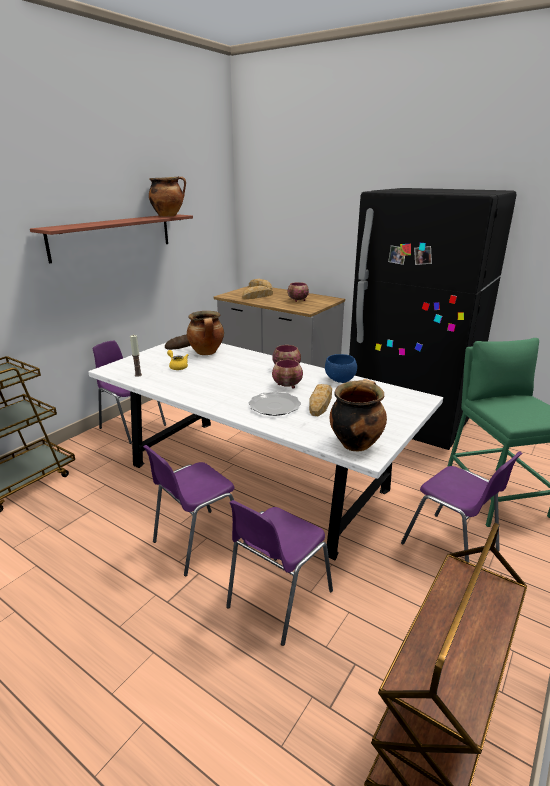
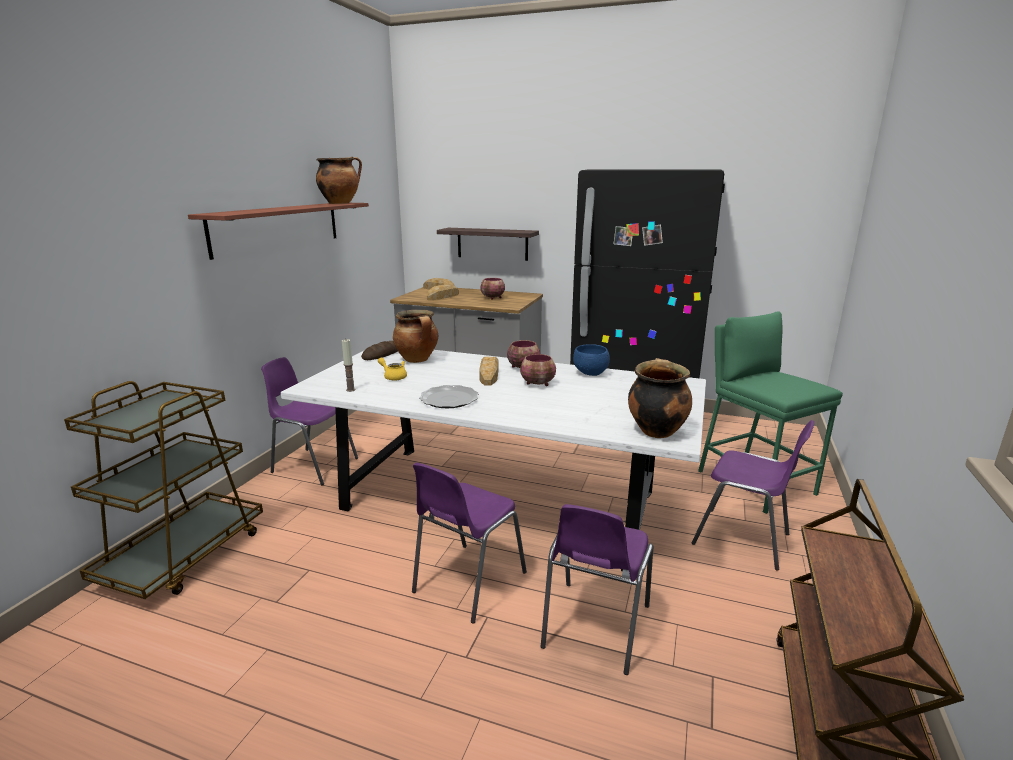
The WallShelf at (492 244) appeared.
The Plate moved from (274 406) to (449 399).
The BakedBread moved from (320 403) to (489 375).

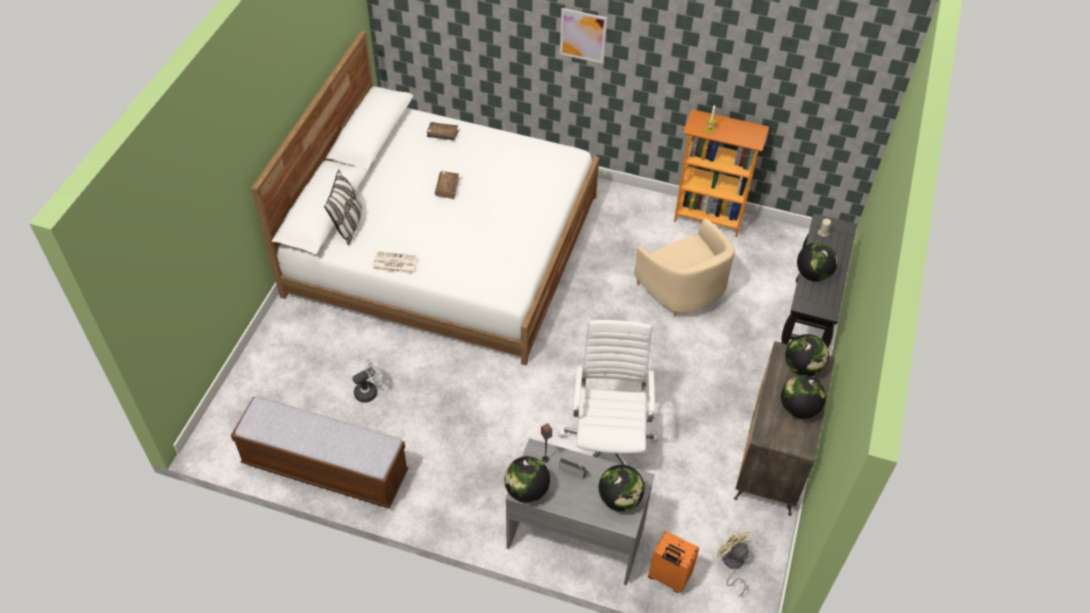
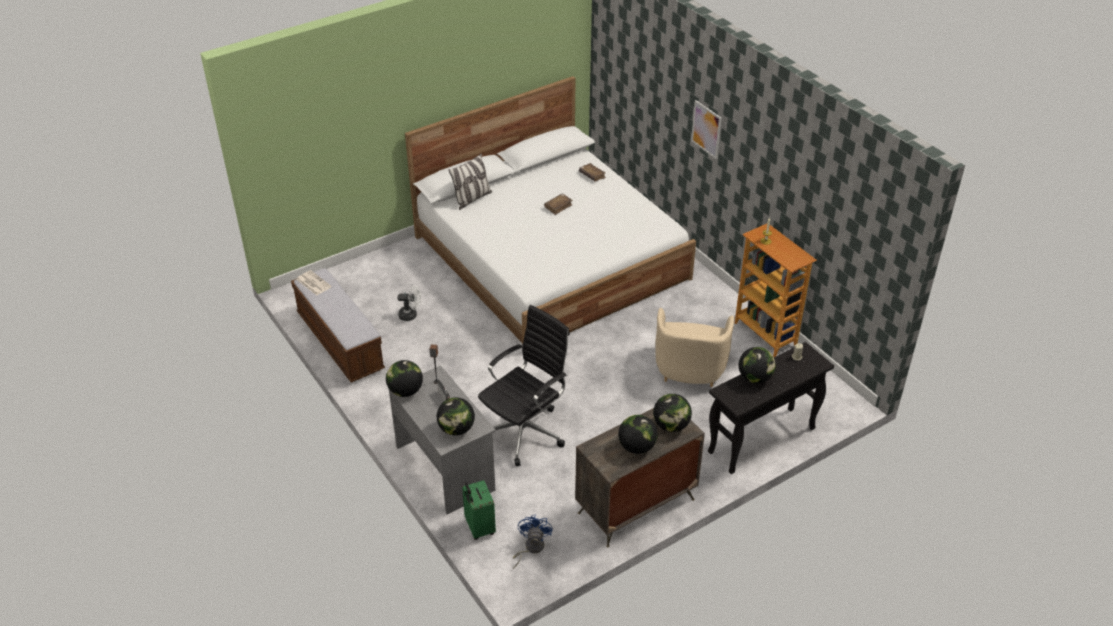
The Newspaper moved from (394 263) to (313 283).
The WhiteColouredOfficeChair at (608 447) became the BlackishOfficeChair at (525 431).
The OrangeColouredTravelCase at (668 577) became the GreenColouredTravelCase at (479 528).
The BeigeColouredElectricFan at (732 564) became the BluishElectricFan at (531 548).

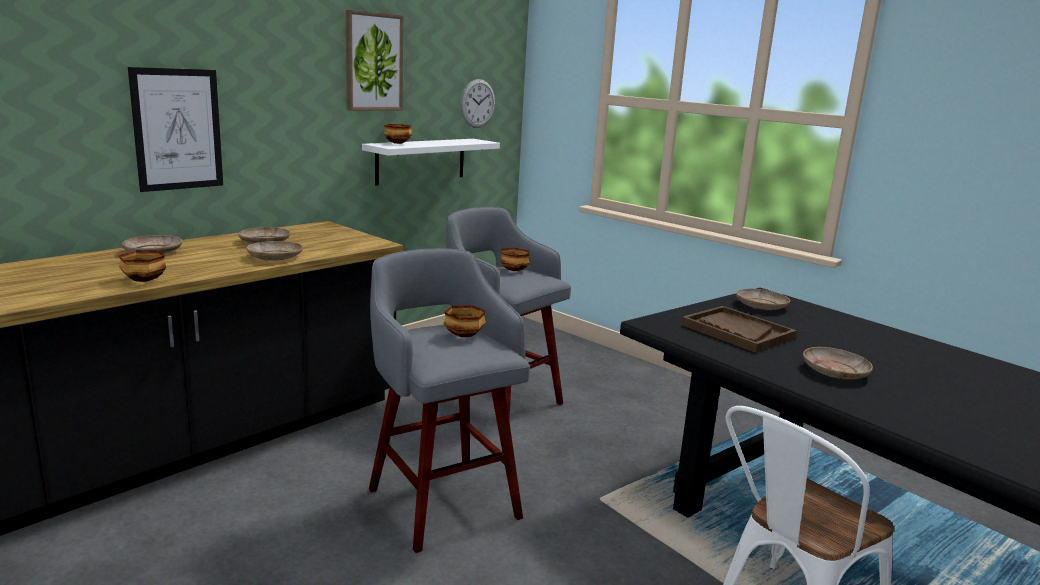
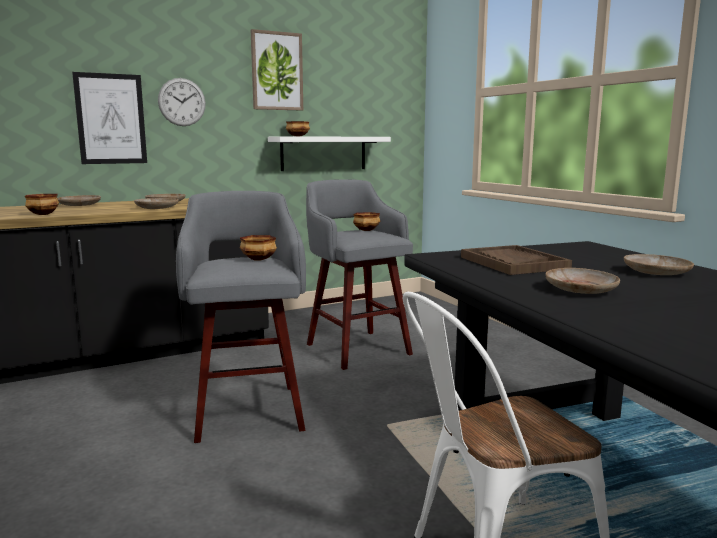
The HangingClock moved from (477 103) to (182 102).
The BeigeColouredPlate moved from (761 305) to (656 272).

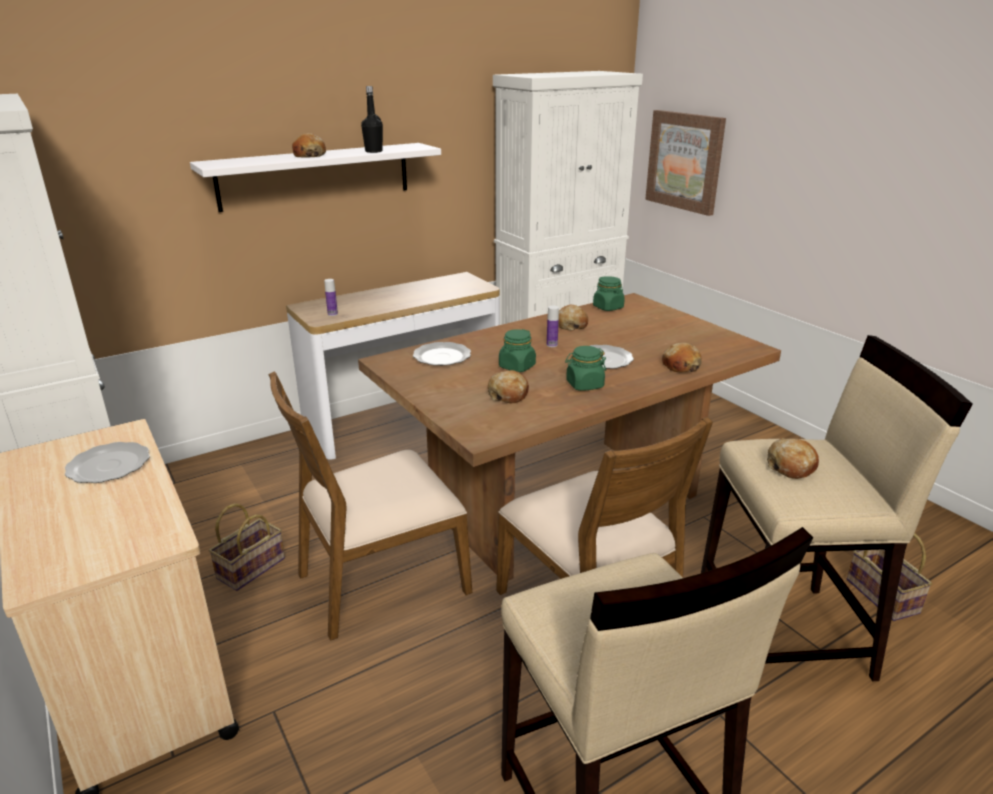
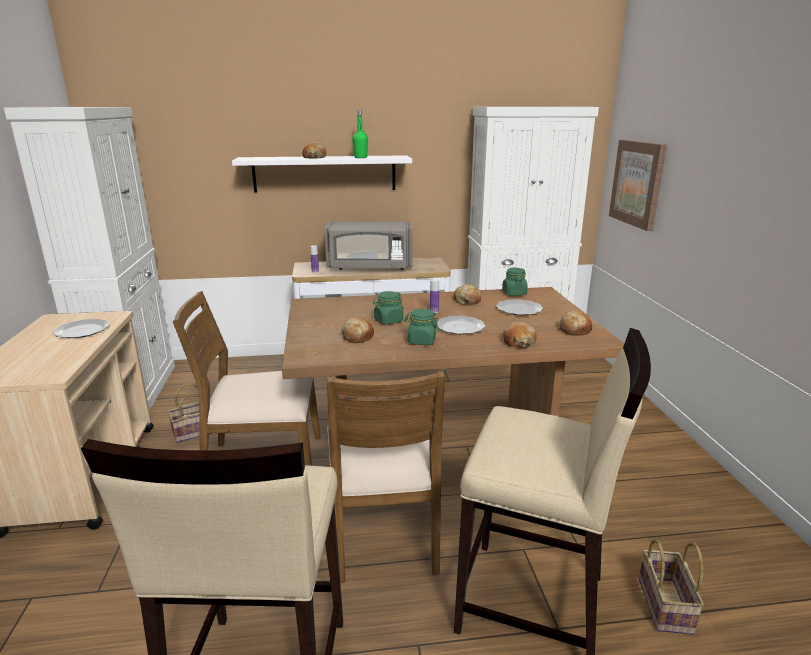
The GreyishMicrowave at (370 267) appeared.
The Plate moved from (441 357) to (518 309).
The BakedBread moved from (791 466) to (574 330).
The BlackishBottle at (373 151) became the GreenColouredBottle at (360 157).

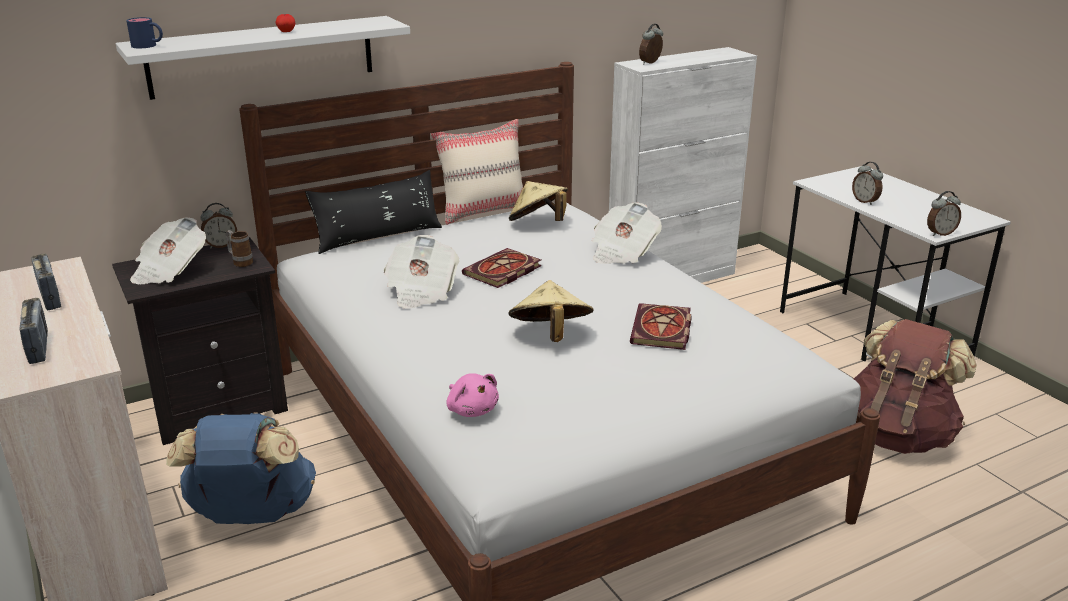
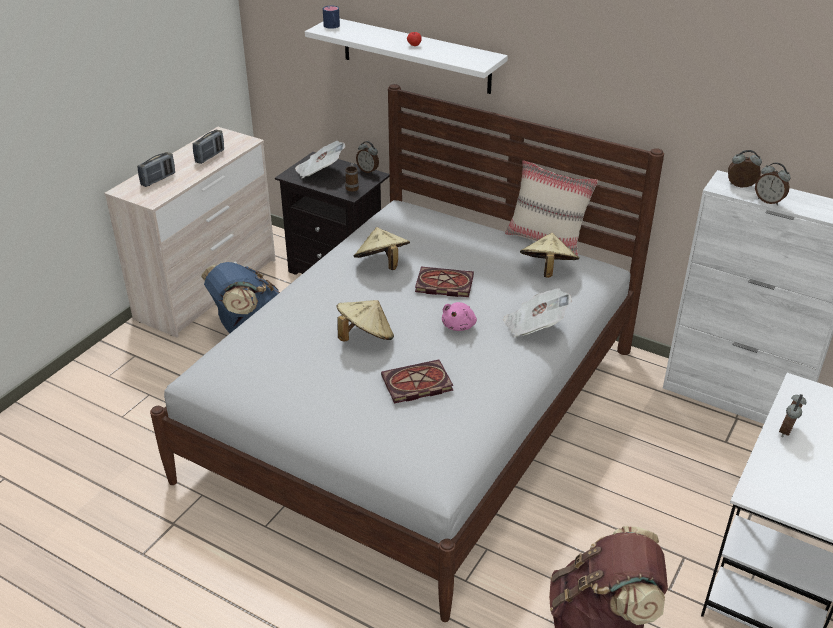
The BlackishThrowPillow at (378 237) disappeared.
The PinkColouredCuddlyToy moved from (472 409) to (459 325).
The AlarmClock moved from (940 233) to (768 201).
The Newspaper at (421 291) was replaced by the BeigeColouredHat at (382 264).

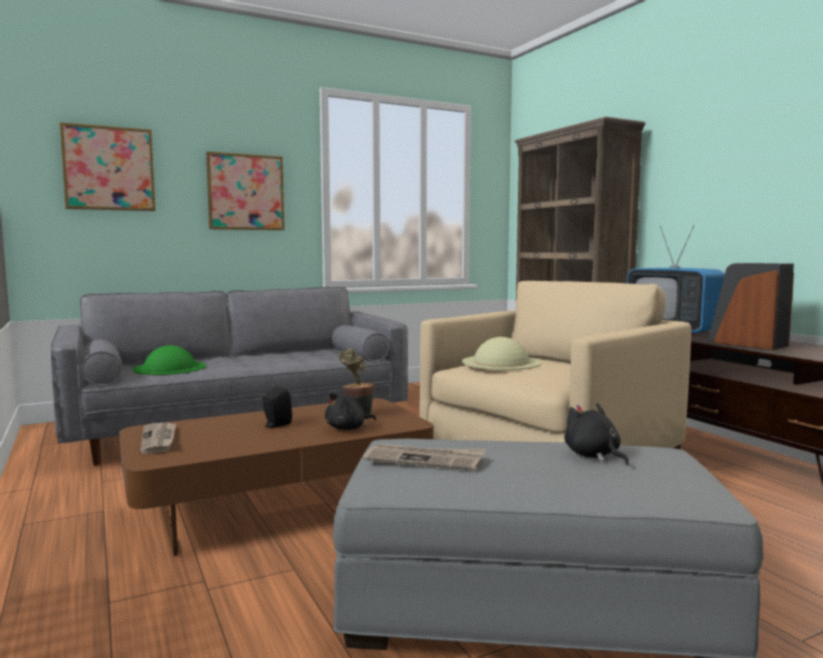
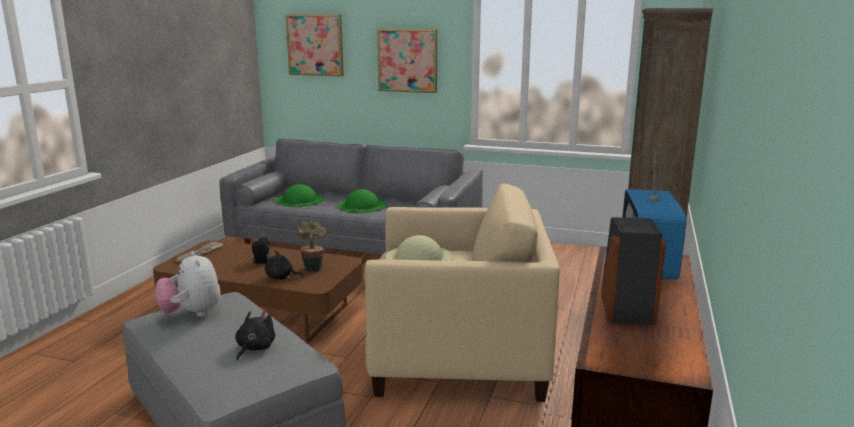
The GreenColouredHat at (362 205) appeared.
The Newspaper at (425 460) was replaced by the CuddlyToy at (192 314).

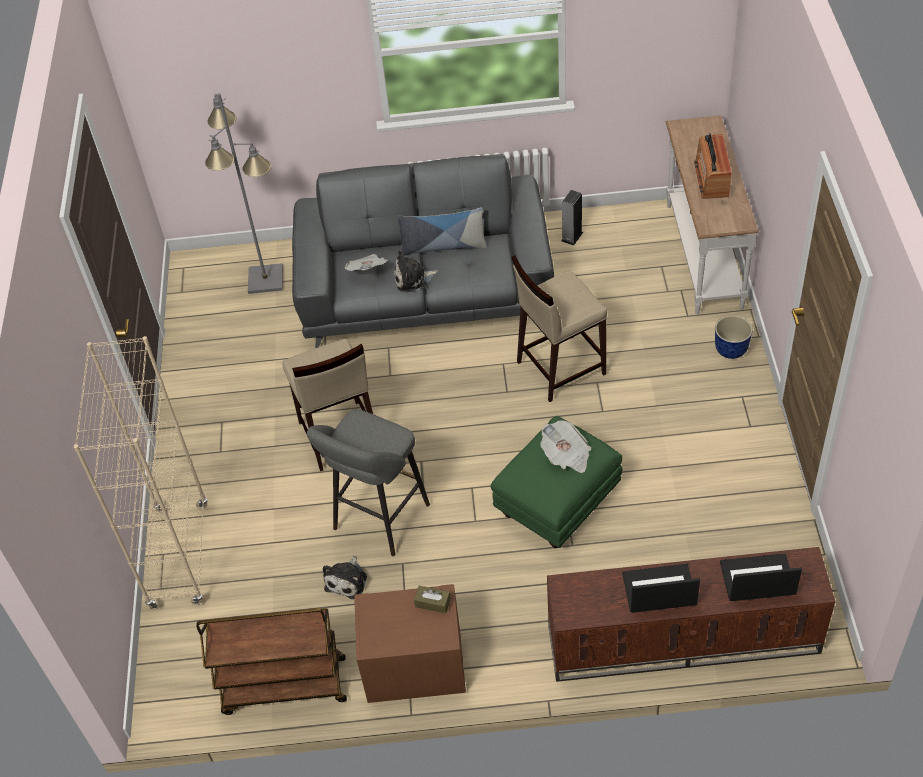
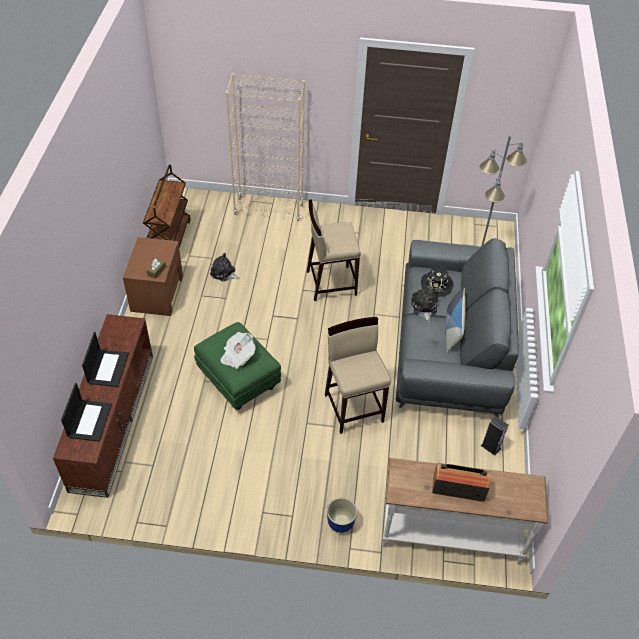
The GreyishStool at (378 521) disappeared.
The Newspaper at (367 271) was replaced by the BlackishHat at (437 284).

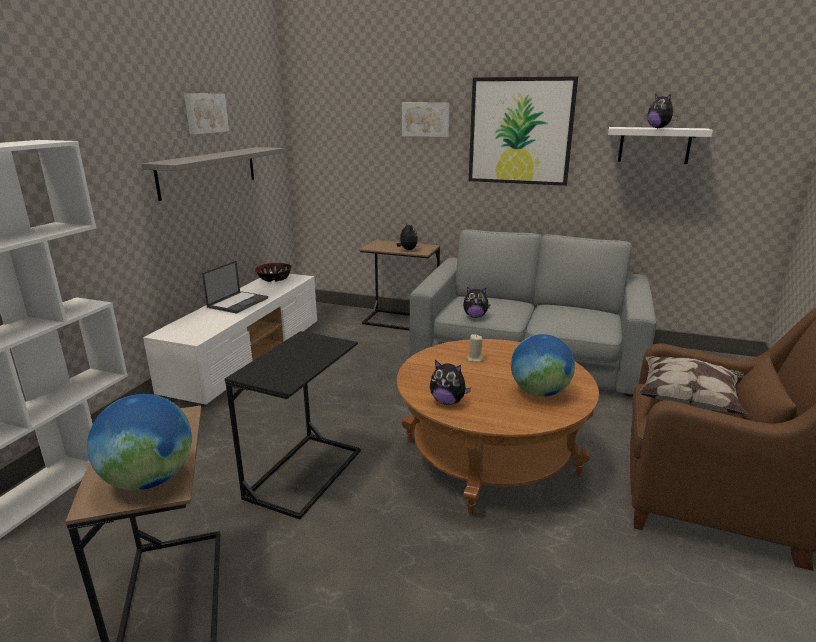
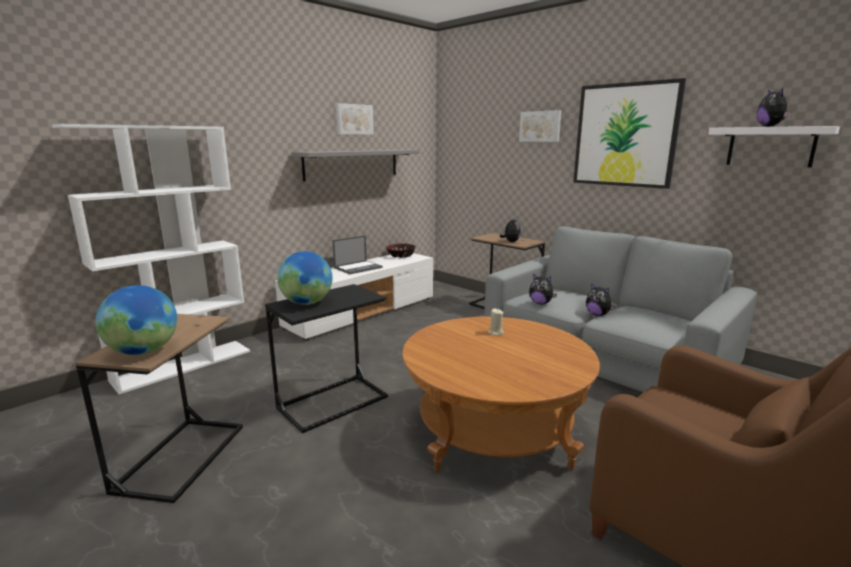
The ThrowPillow at (688 401) disappeared.
The CuddlyToy moved from (448 401) to (598 314).
The DeskGlobe moved from (539 392) to (307 303).

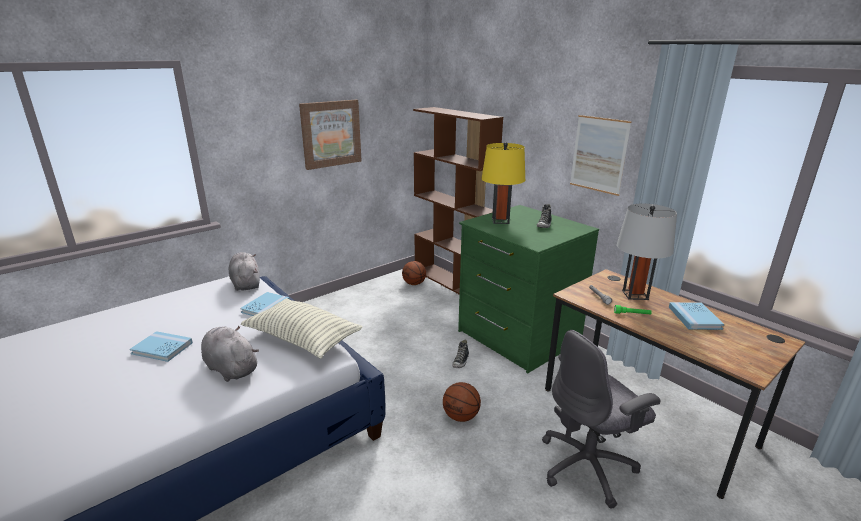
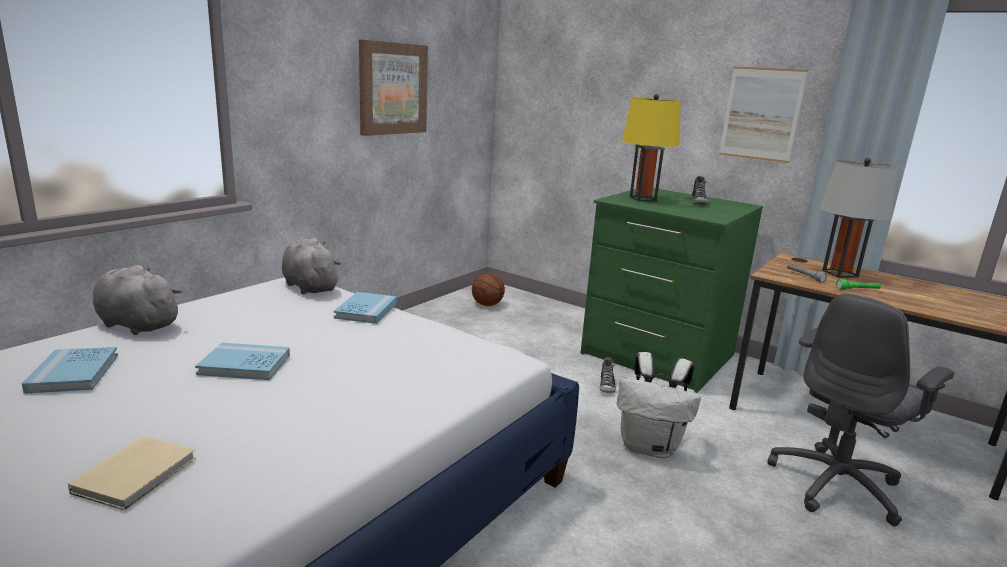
The ThrowPillow at (303 339) disappeared.
The BrownColouredShelvingUnit at (452 282) disappeared.
The BeigeColouredBoundBook at (139 474) appeared.
The GreyishCuddlyToy moved from (230 368) to (136 324).
The BluishBoundBook moved from (694 318) to (74 373).
The Basketball at (461 416) was replaced by the WhiteColouredRucksack at (650 447).

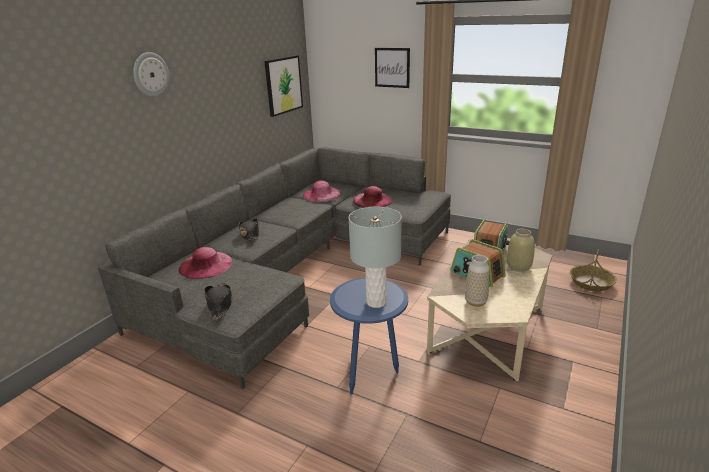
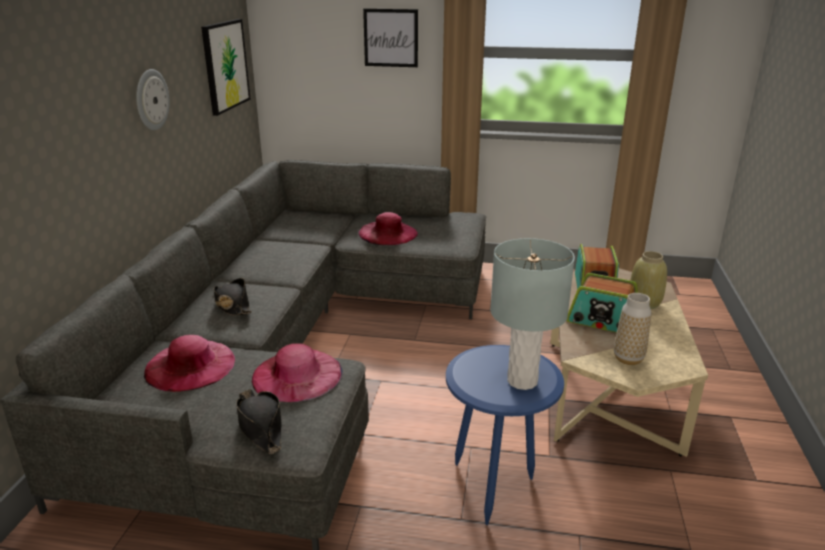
The HouseholdBasket at (591 283) disappeared.
The HangingClock moved from (150 74) to (151 99).
The PinkColouredHat moved from (322 194) to (297 375).

